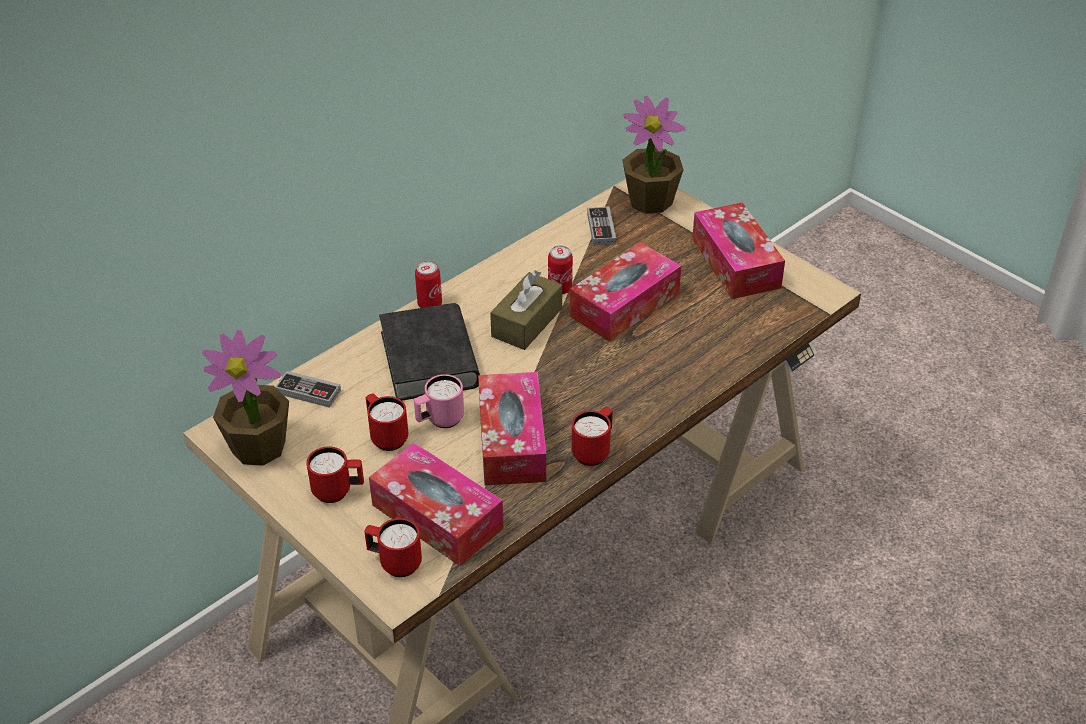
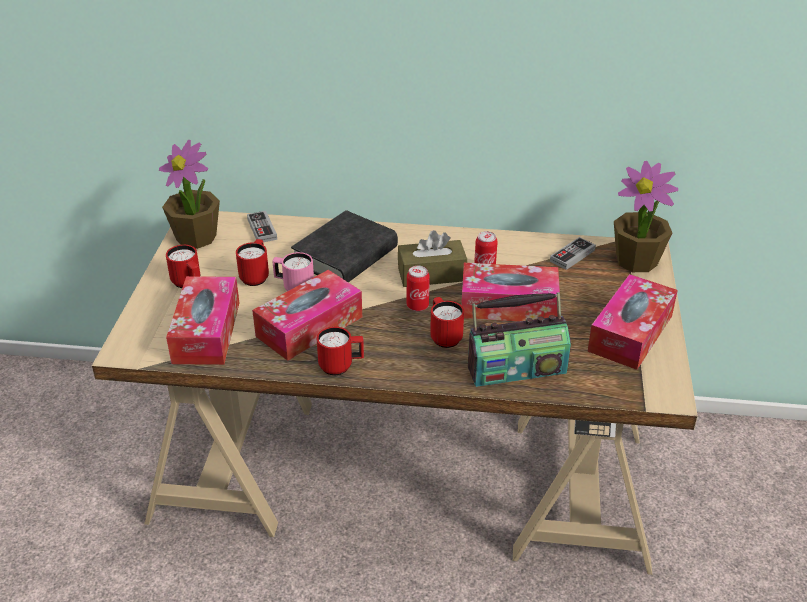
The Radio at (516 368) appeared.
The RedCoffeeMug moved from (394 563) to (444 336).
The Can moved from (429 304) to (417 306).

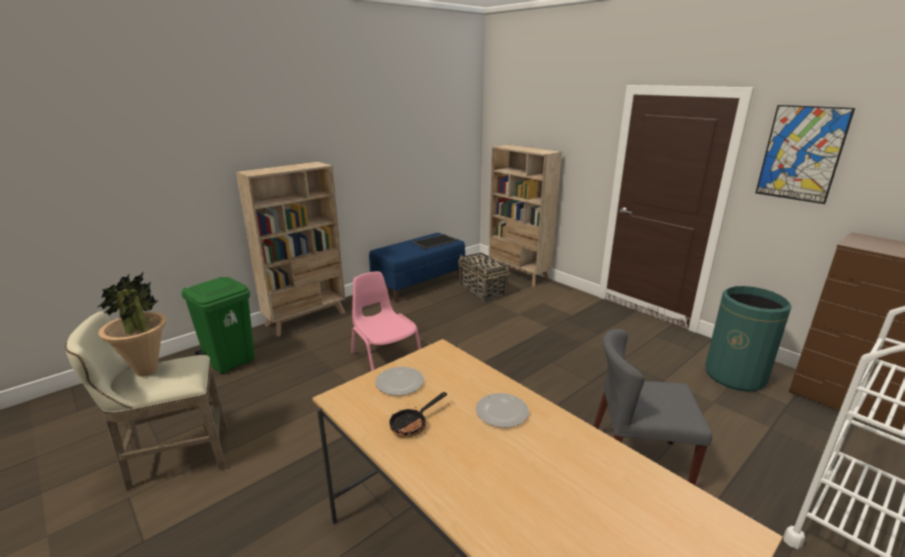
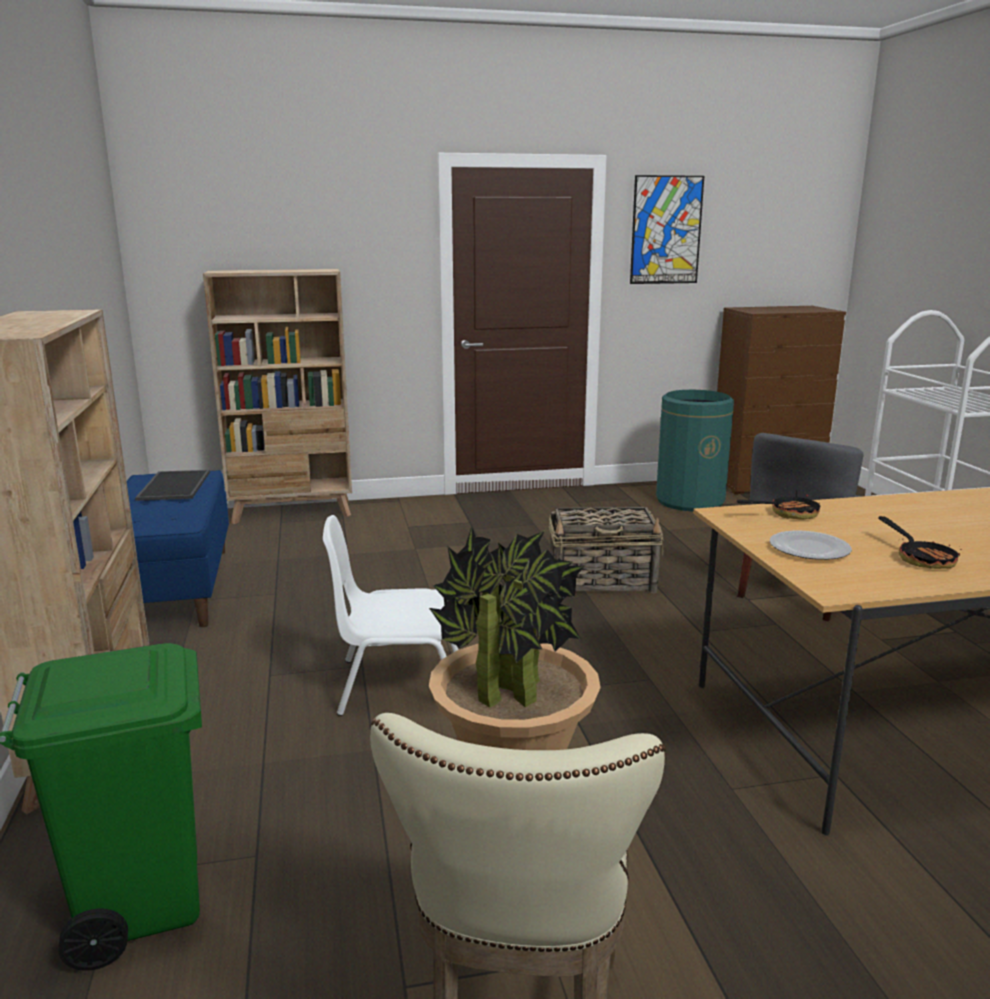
The Plate at (501 412) disappeared.
The Skillet at (787 514) appeared.
The HouseholdBasket moved from (482 290) to (603 580).
The PinkColouredChair at (385 357) became the WhiteColouredChair at (399 684).

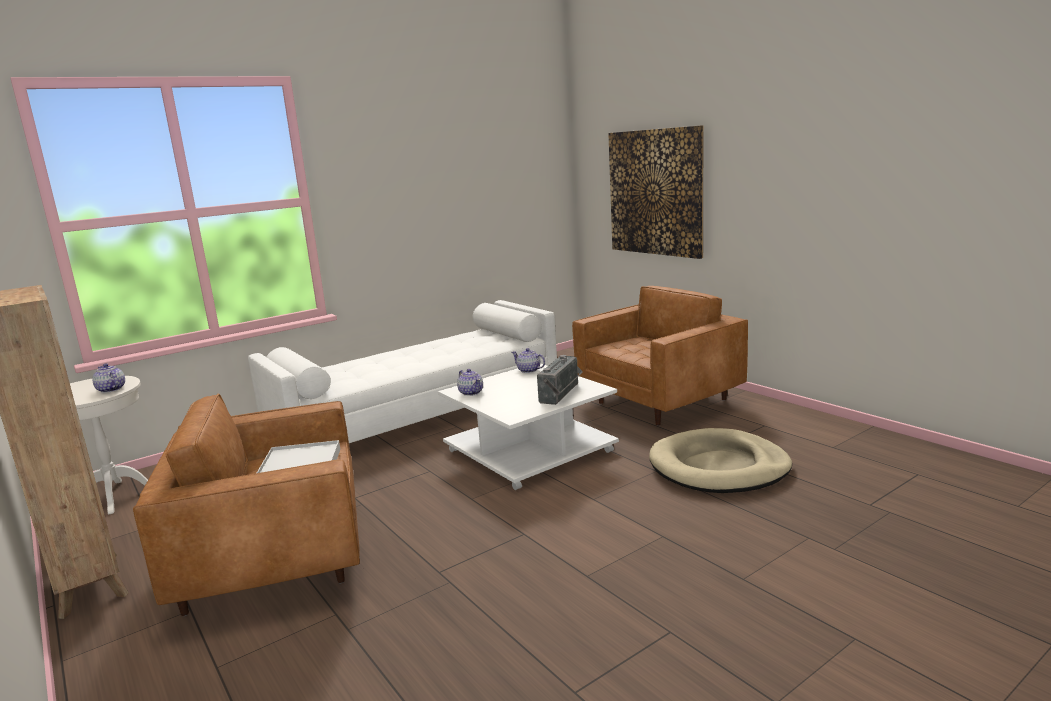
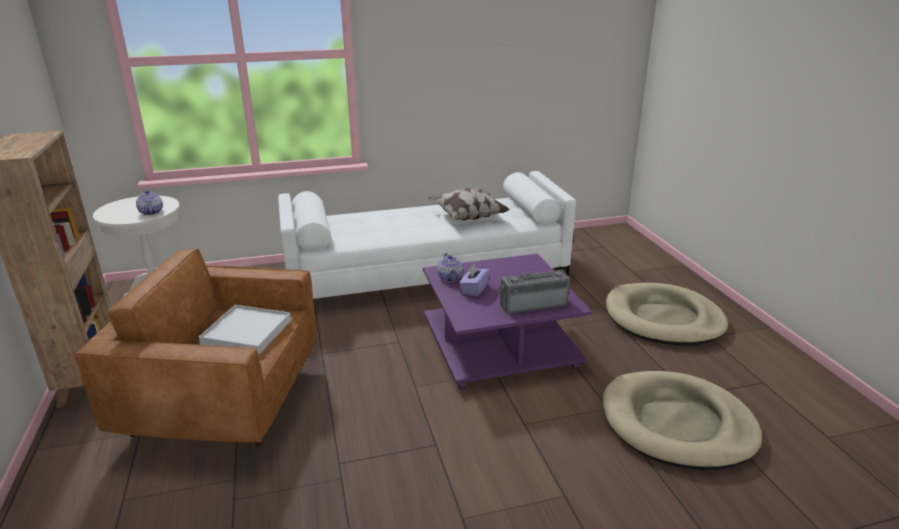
The Teapot at (529 370) disappeared.
The WallArt at (655 192) disappeared.
The ThrowPillow at (467 217) appeared.
The PurplishBoxOfTissues at (474 289) appeared.
The BrownColouredEasyChair at (659 403) was replaced by the BeigeColouredDogCushion at (663 319).
The WhiteColouredLowTable at (530 450) became the PurplishLowTable at (500 344).
The Radio at (562 394) turned 150 degrees counterclockwise.

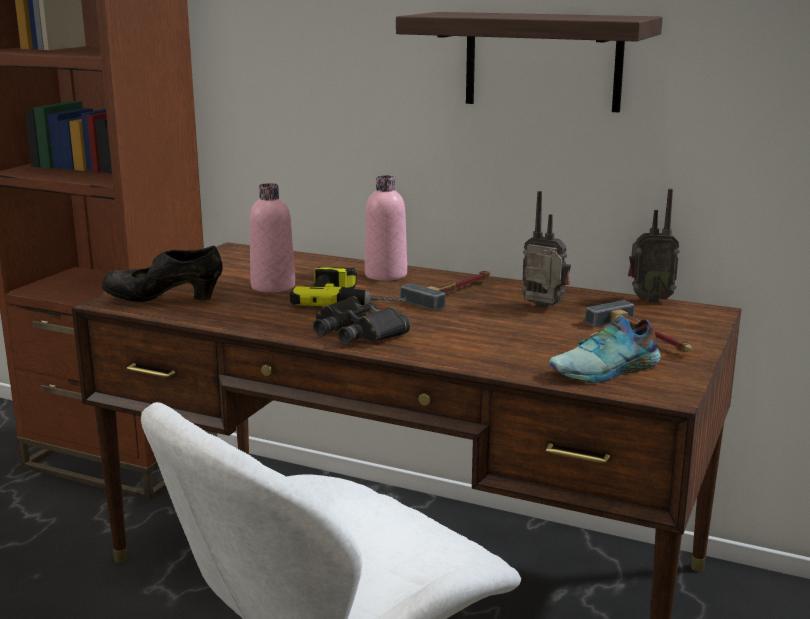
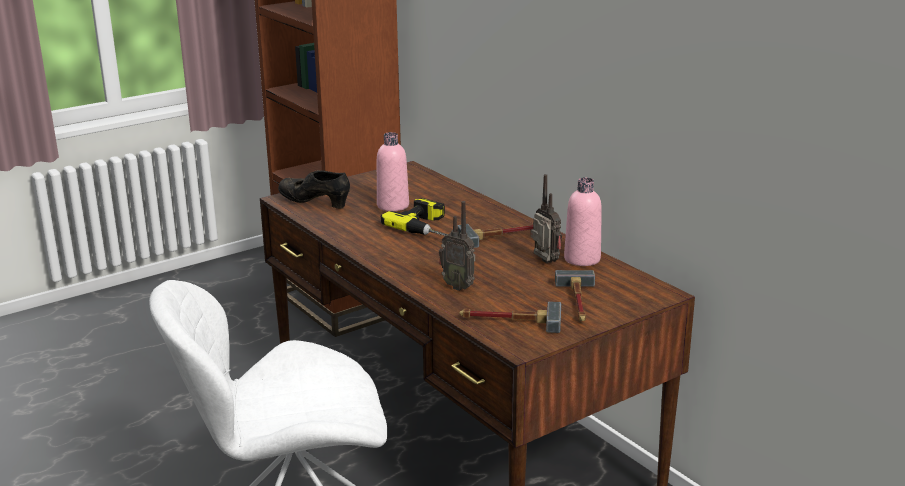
The BlackishPairOfBinoculars at (357 332) disappeared.
The WallShelf at (543 61) disappeared.
The PinkColouredBottle moved from (385 275) to (582 259).
The Radio moved from (649 299) to (458 286).
The Shoe at (607 370) was replaced by the ToolHammer at (509 321).

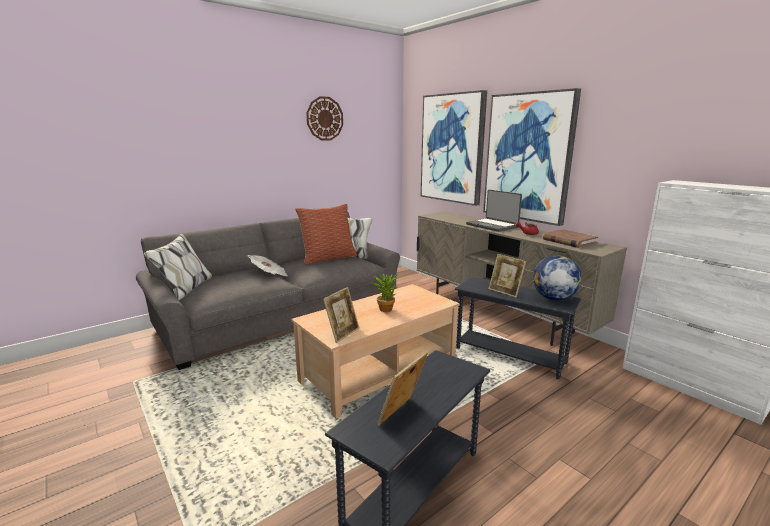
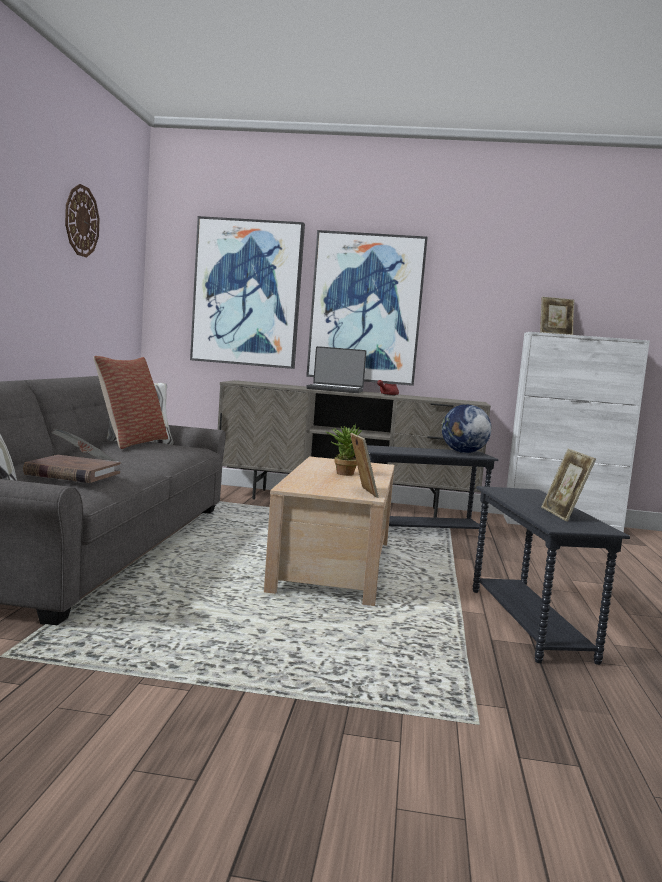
The PictureFrame moved from (505 292) to (555 334).
The BrownColouredBoundBook moved from (568 241) to (72 474).

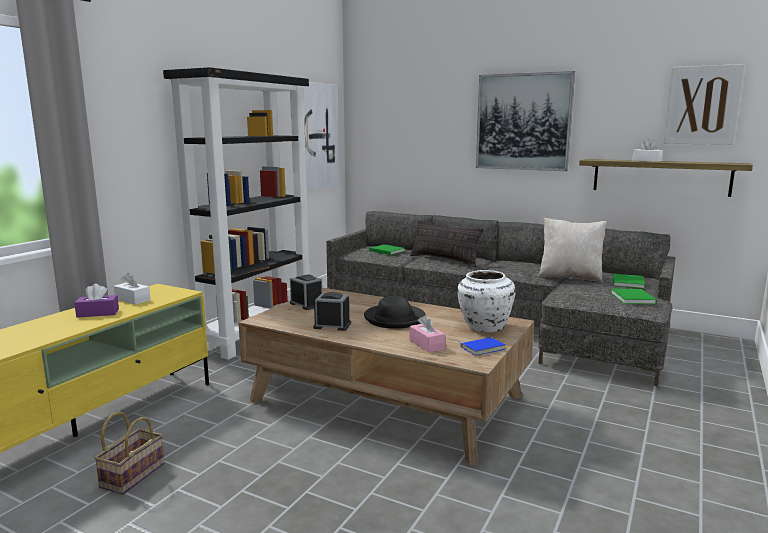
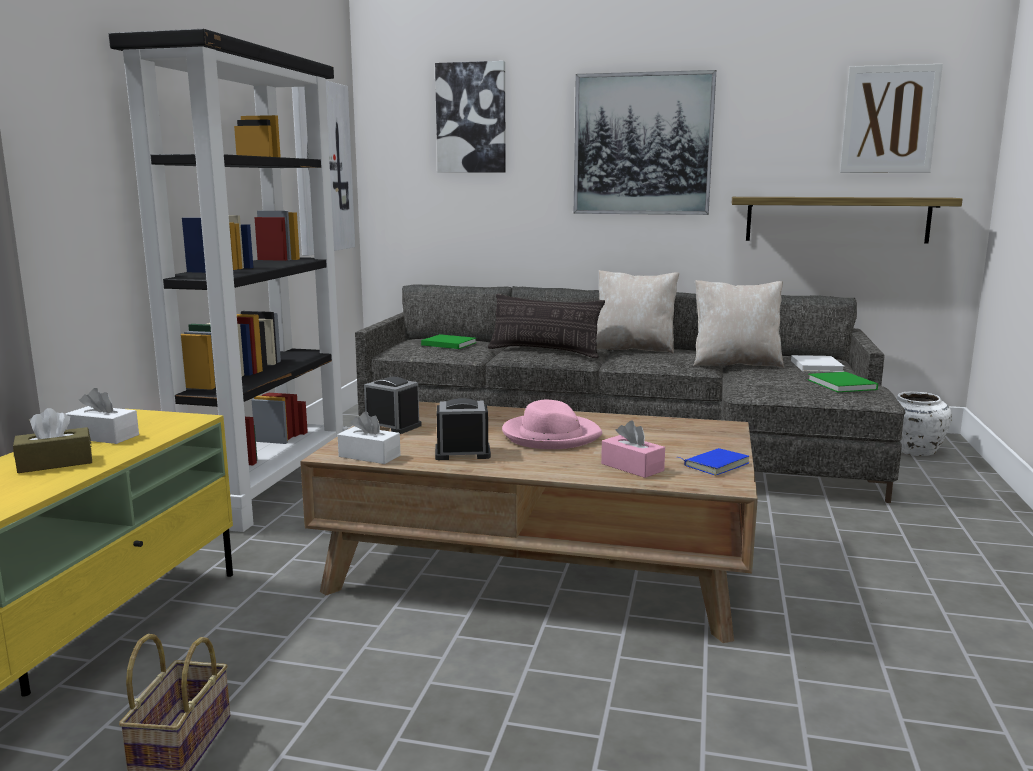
The WallArt at (471 118) appeared.
The BeigeColouredThrowPillow at (634 349) appeared.
The WhiteColouredVase moved from (483 327) to (912 451).
The WhiteColouredBoxOfTissues moved from (647 160) to (369 456).
The PurplishBoxOfTissues at (98 313) became the BrownColouredBoxOfTissues at (55 463).
The BlackishHat at (395 319) became the PinkColouredHat at (550 436).
The GreenColouredBoundBook at (628 282) became the WhiteColouredBoundBook at (816 365).

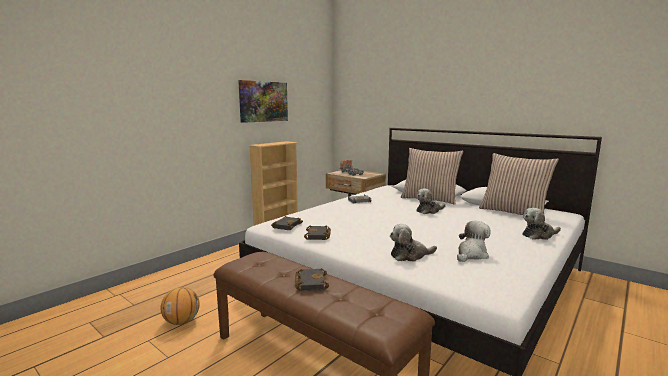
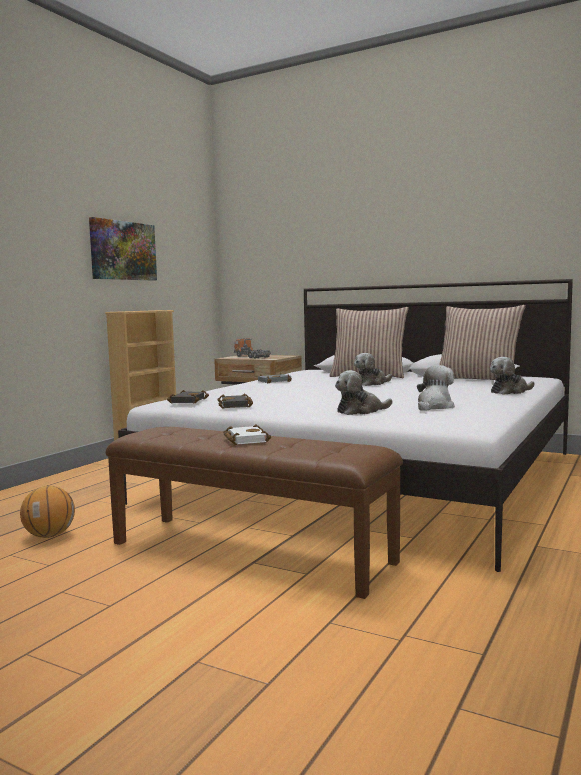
The BlackishBoundBook at (310 282) became the WhiteColouredBoundBook at (244 439).

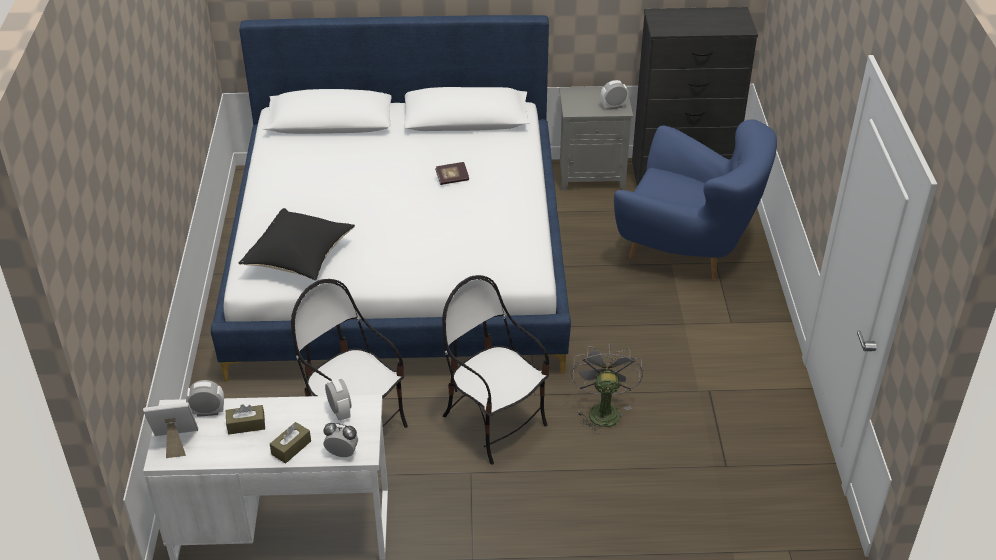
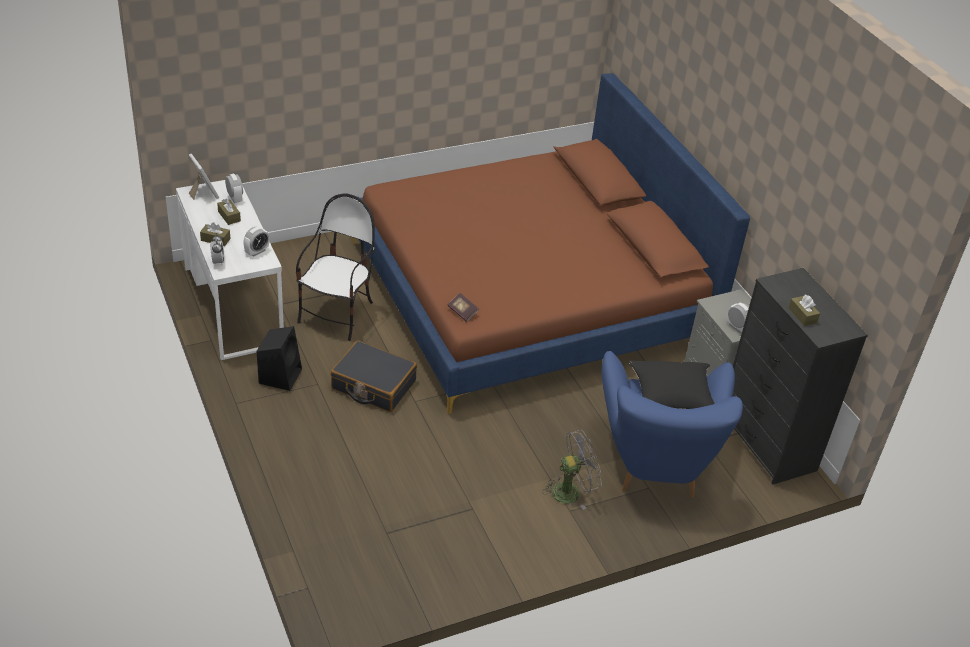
The BlackishAudioSpeaker at (280 375) appeared.
The BrownColouredBoxOfTissues at (802 315) appeared.
The BlackishThrowPillow moved from (299 259) to (671 399).
The BoundBook moved from (452 179) to (462 312).
The GreyishElectricFan moved from (602 410) to (571 491).
The Chair at (494 423) was replaced by the BlackishTravelCase at (373 385).
The WhiteColouredSleepingBed at (400 260) became the BrownColouredSleepingBed at (528 293).

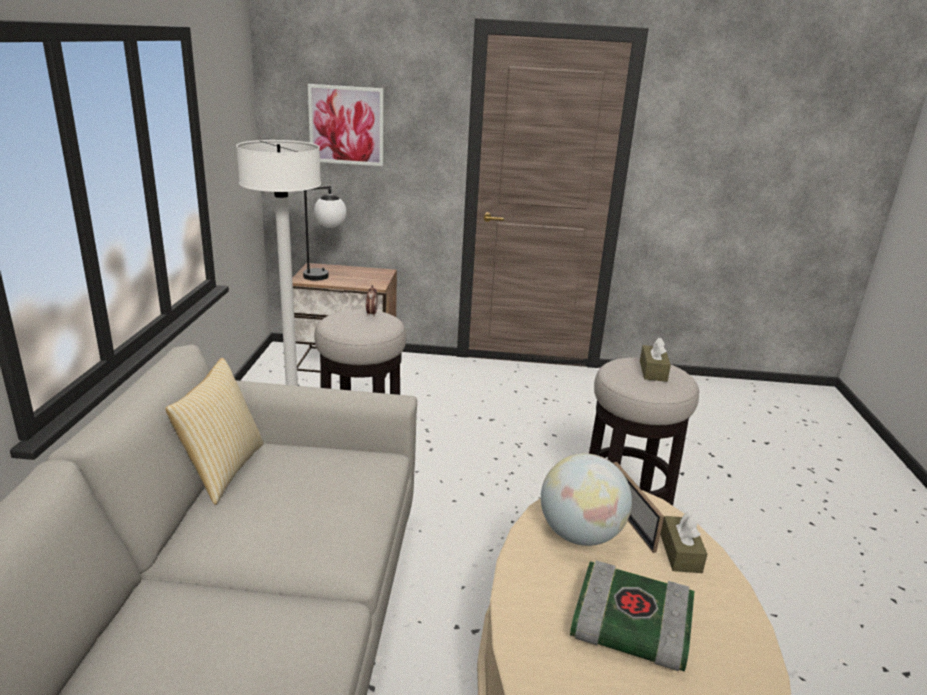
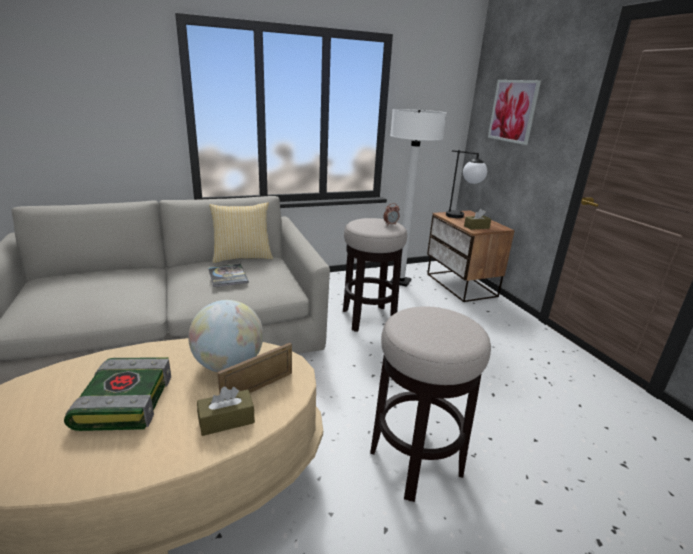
The BoundBook at (227 276) appeared.
The BrownColouredBoxOfTissues moved from (653 371) to (476 227).

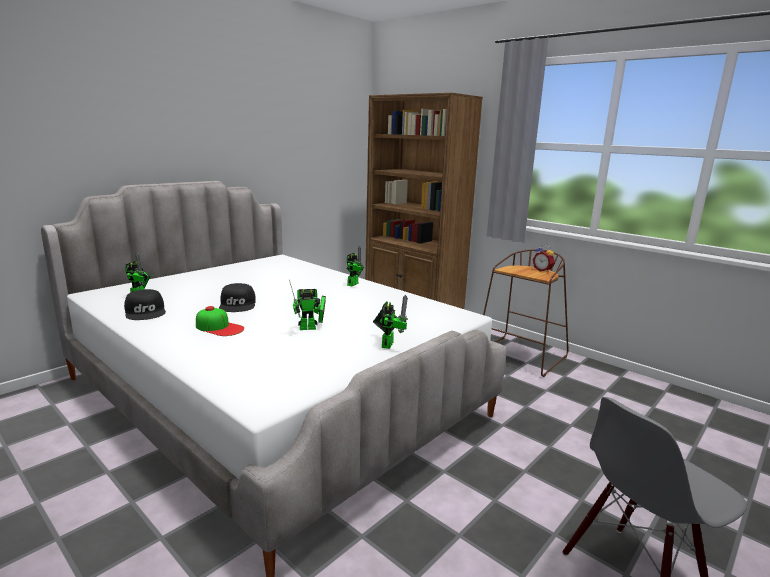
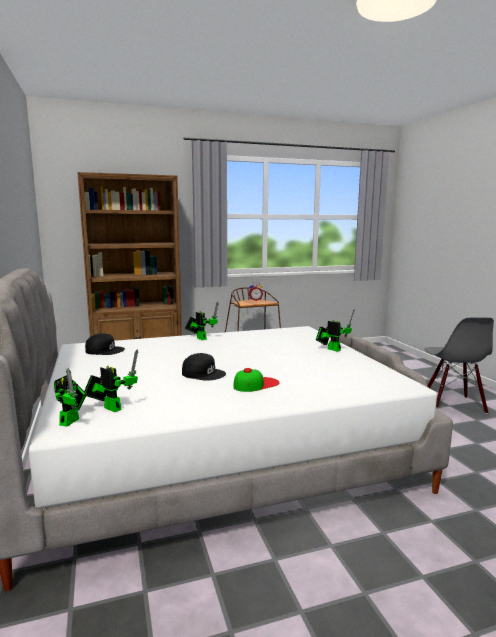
The BlackishCap moved from (146 312) to (105 350).
The ModelRobot moved from (310 328) to (71 420).

